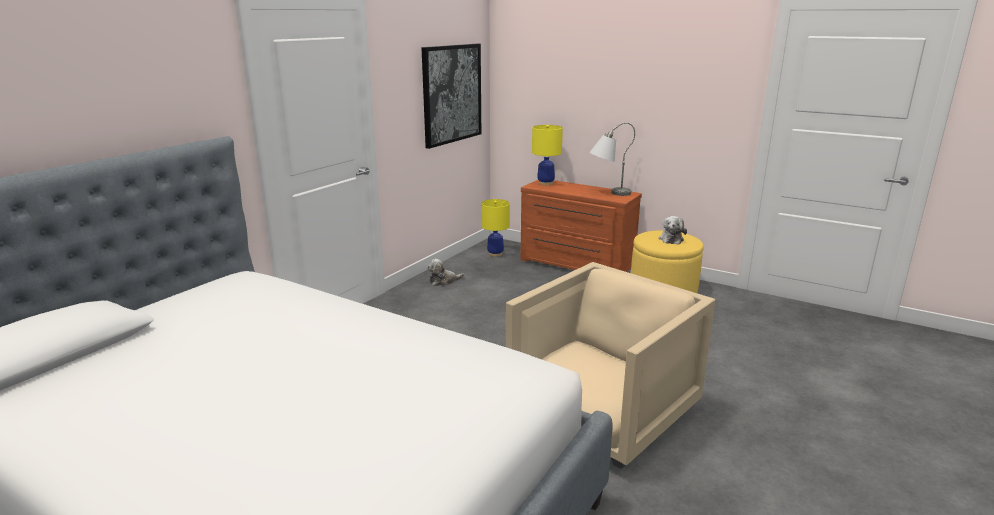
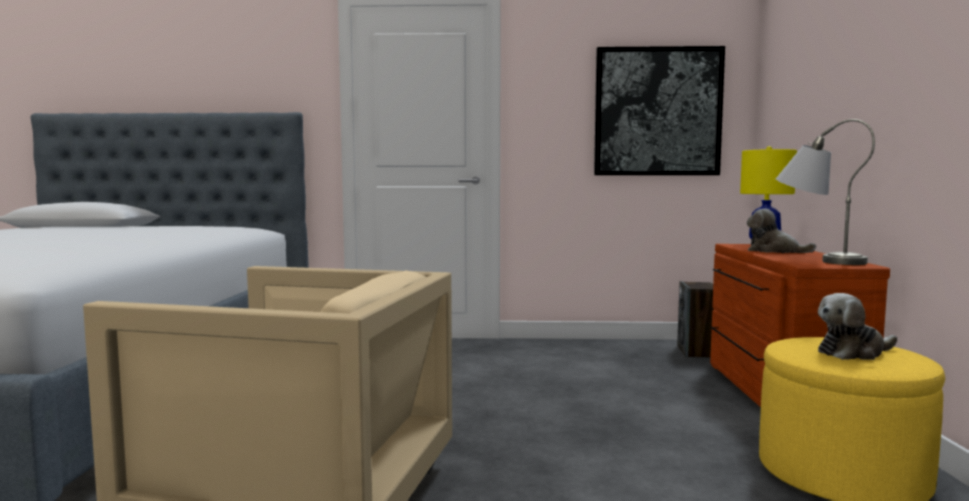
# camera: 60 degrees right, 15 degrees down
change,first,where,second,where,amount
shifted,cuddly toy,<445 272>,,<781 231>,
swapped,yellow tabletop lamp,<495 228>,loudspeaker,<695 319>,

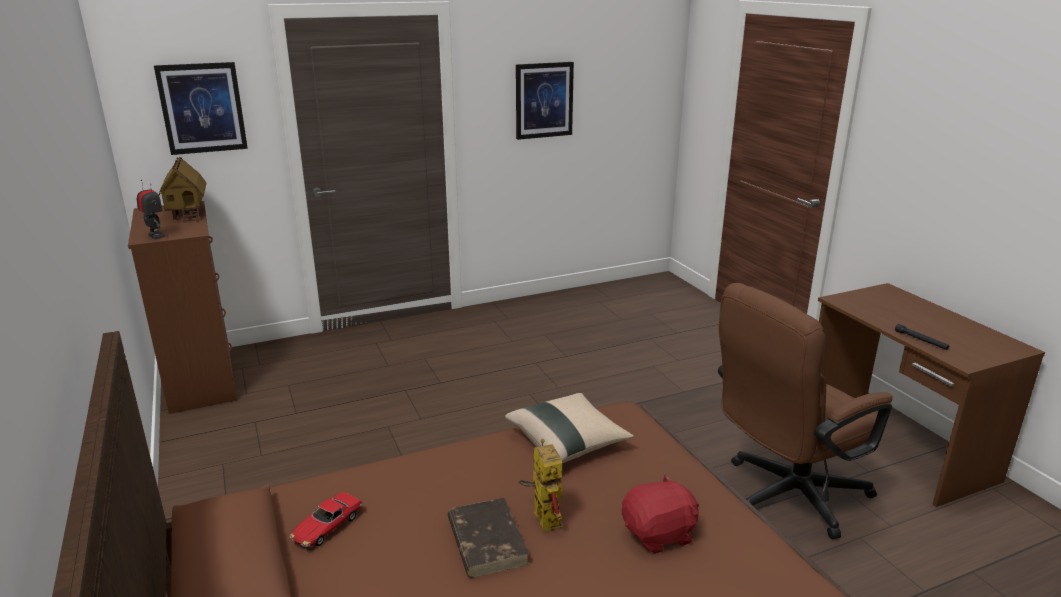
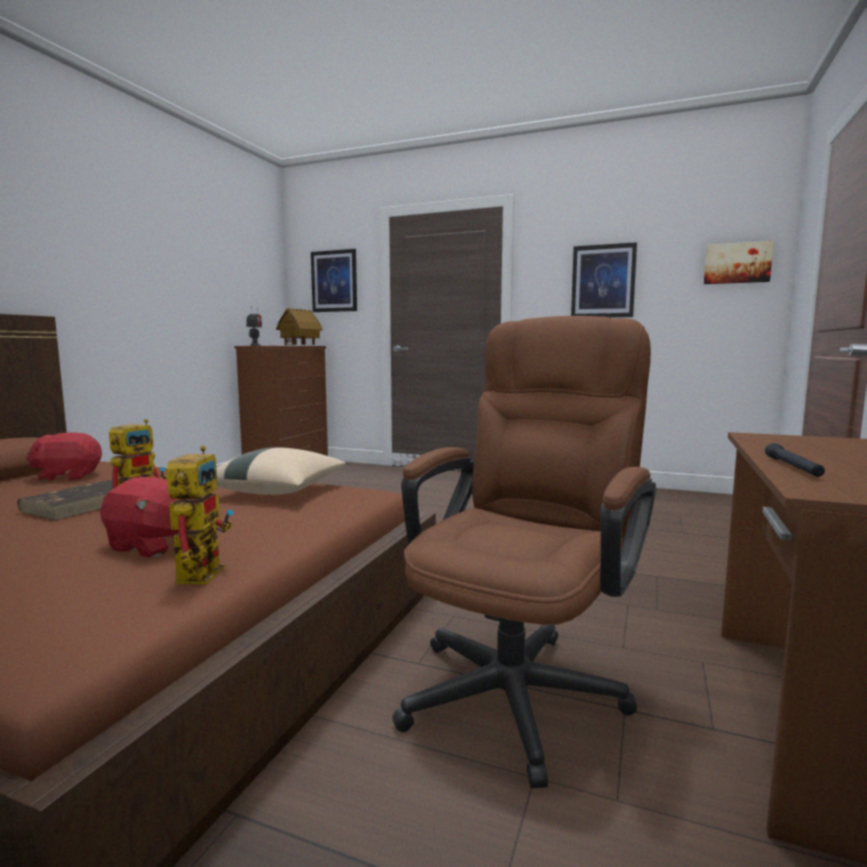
# camera: 45 degrees right, 15 degrees down
change,first,where,second,where,amount
swapped,model car,<326 519>,reddish cuddly toy,<64 456>,
rotated,brown-coloured desk chair,<805 411>,,<524 552>,105 degrees clockwise
new,,,robot figure,<200 515>,
new,,,wall picture,<739 262>,

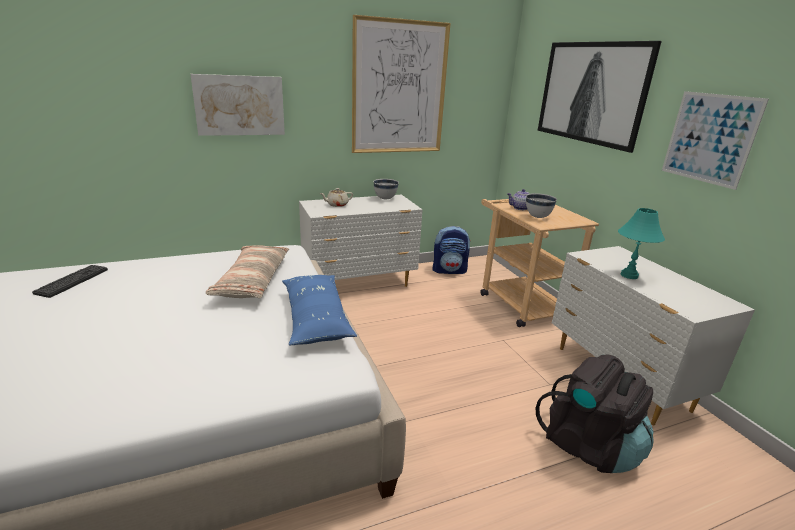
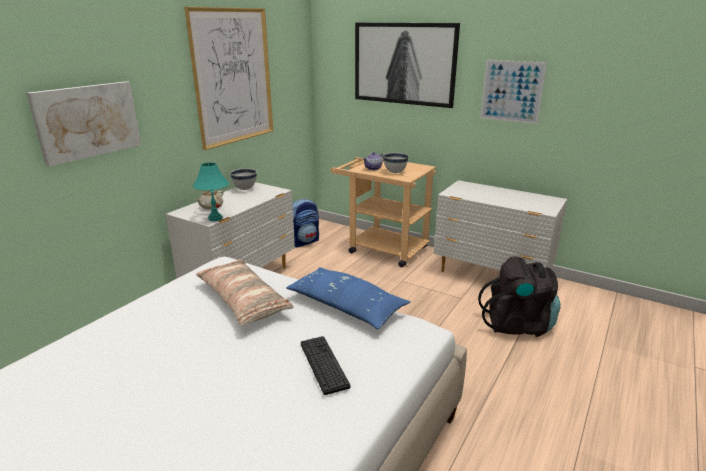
# camera: 35 degrees left, 0 degrees up
change,first,where,second,where,amount
shifted,computer keyboard,<70 281>,,<325 365>,
shifted,turquoise-coloured tabletop lamp,<641 243>,,<211 192>,

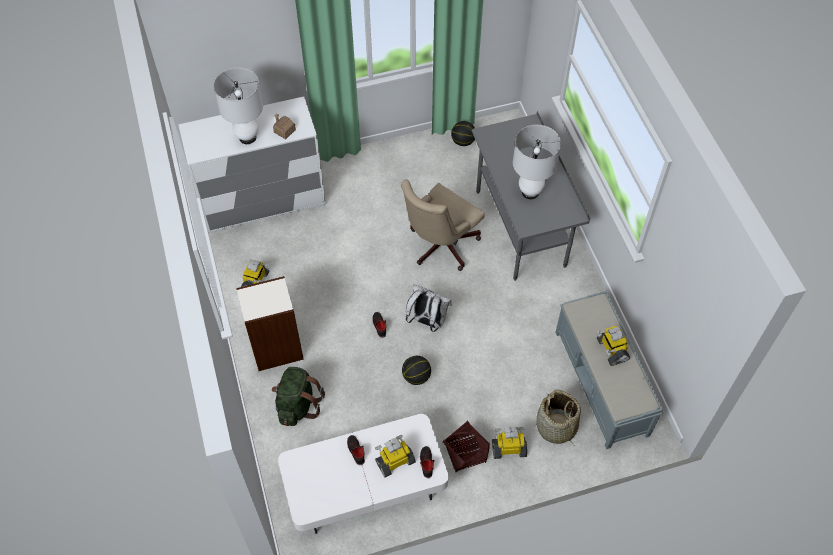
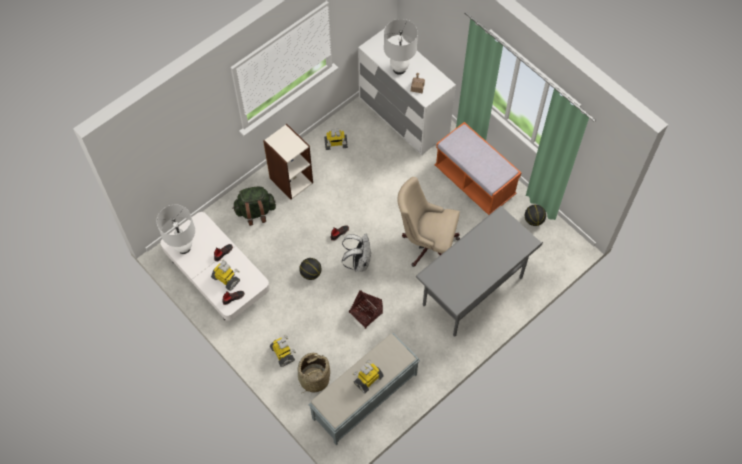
# camera: 65 degrees right, 5 degrees up
change,first,where,second,where,amount
shifted,household basket,<466 447>,,<366 309>,
shifted,white-coloured tabletop lamp,<537 162>,,<175 229>,
new,,,orange-coloured indoor bench,<478 168>,

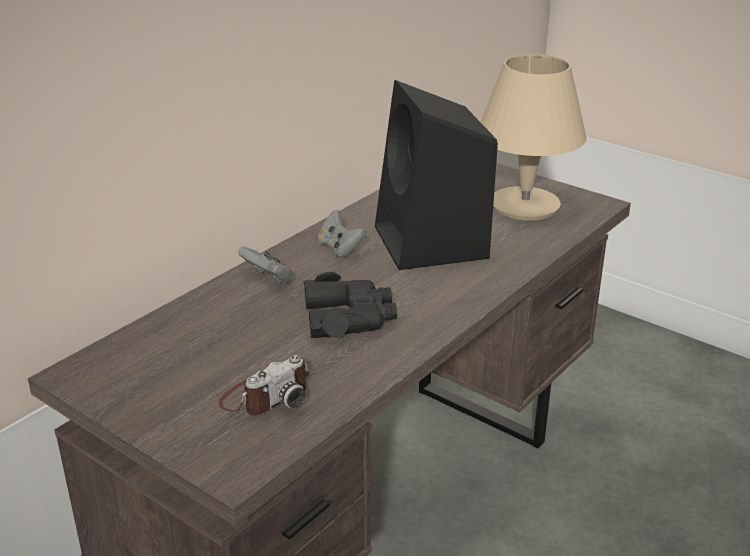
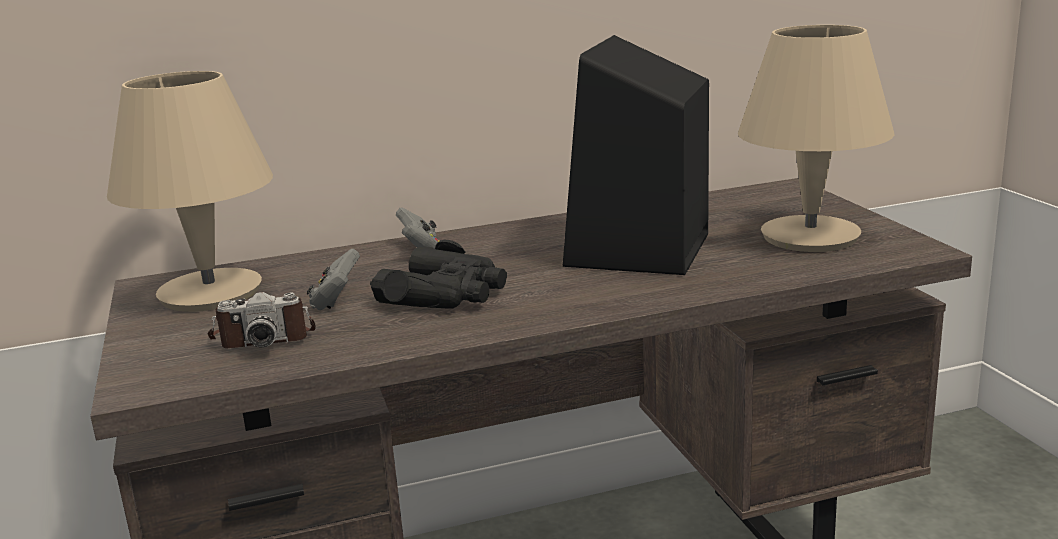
# camera: 35 degrees right, 10 degrees down
change,first,where,second,where,amount
shifted,greyish gamepad,<342 234>,,<333 279>,
new,,,sand-coloured tabletop lamp,<190 191>,

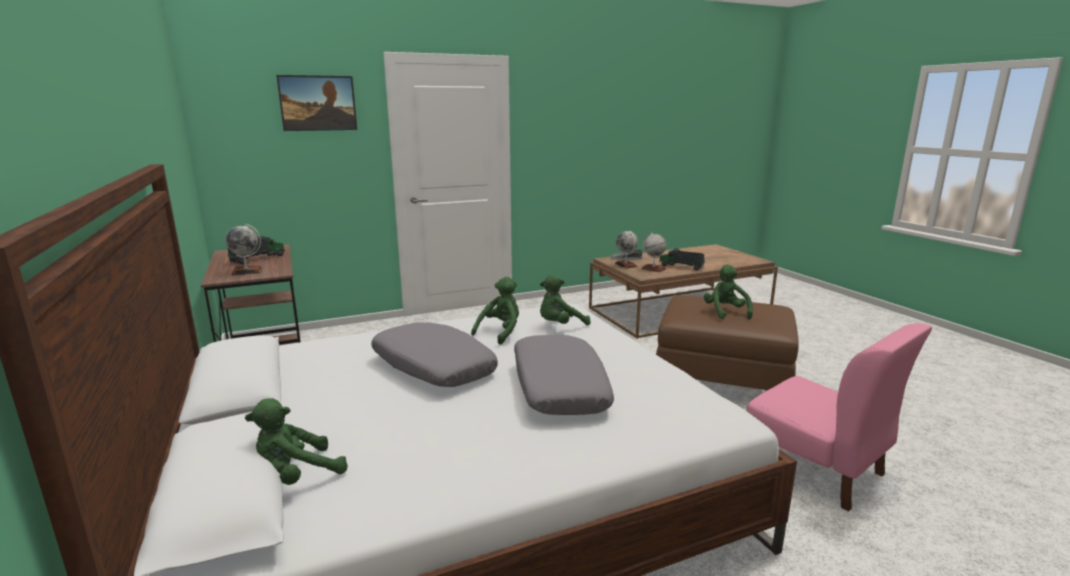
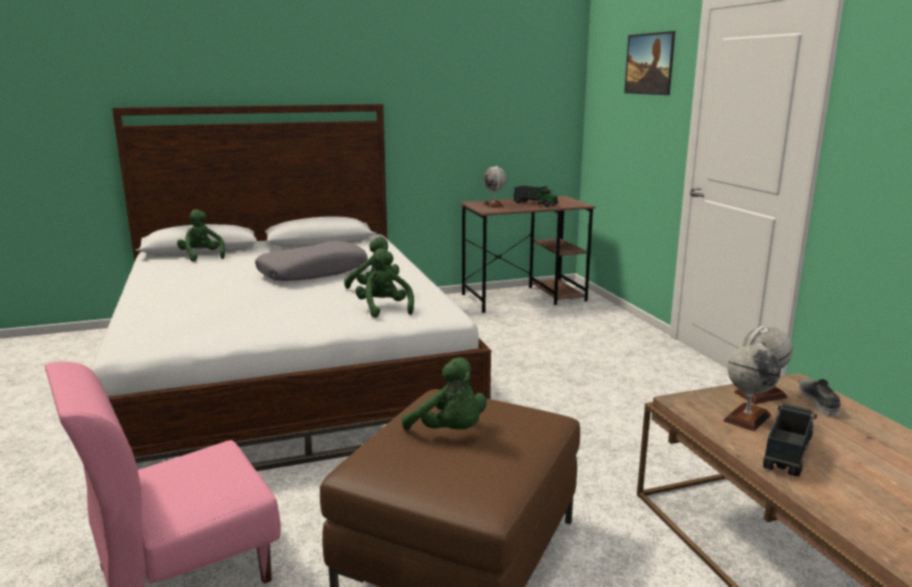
# camera: 95 degrees right, 0 degrees up
change,first,where,second,where,amount
gone,greyish cushion,<564 375>,,,
rotated,green cuddly toy,<728 291>,,<444 393>,45 degrees clockwise

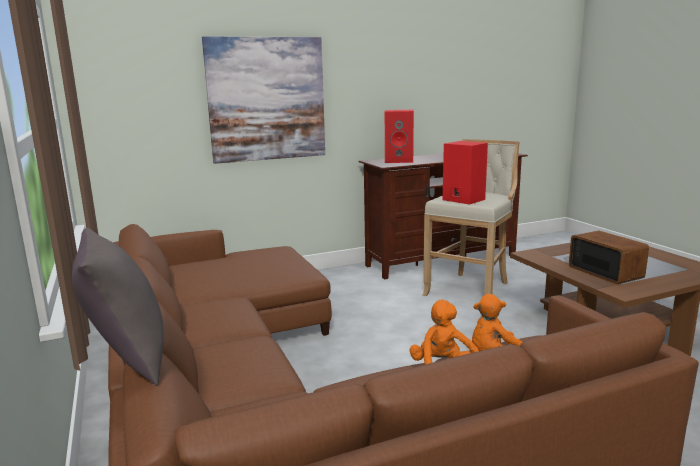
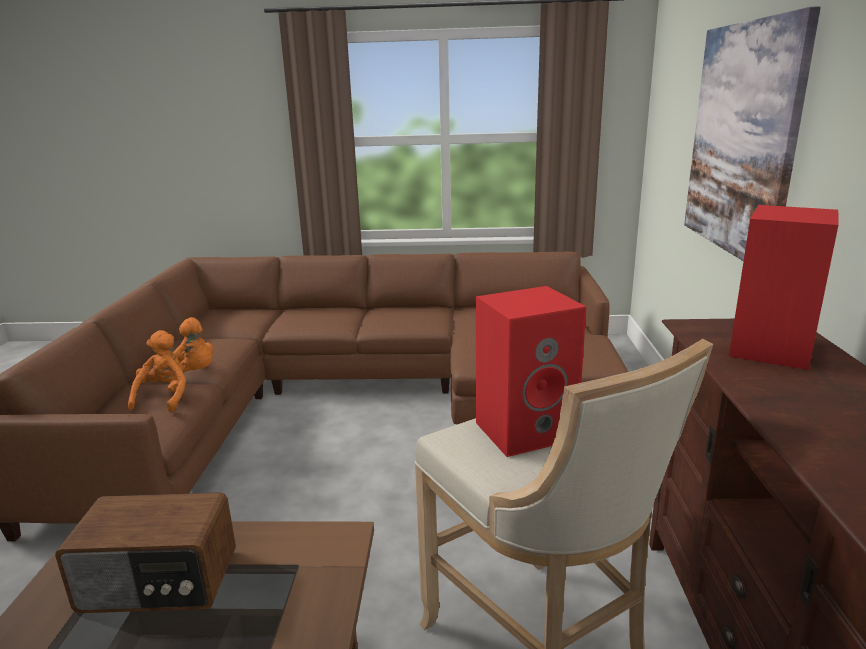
# camera: 115 degrees right, 5 degrees up
change,first,where,second,where,amount
gone,greyish cushion,<118 307>,,,

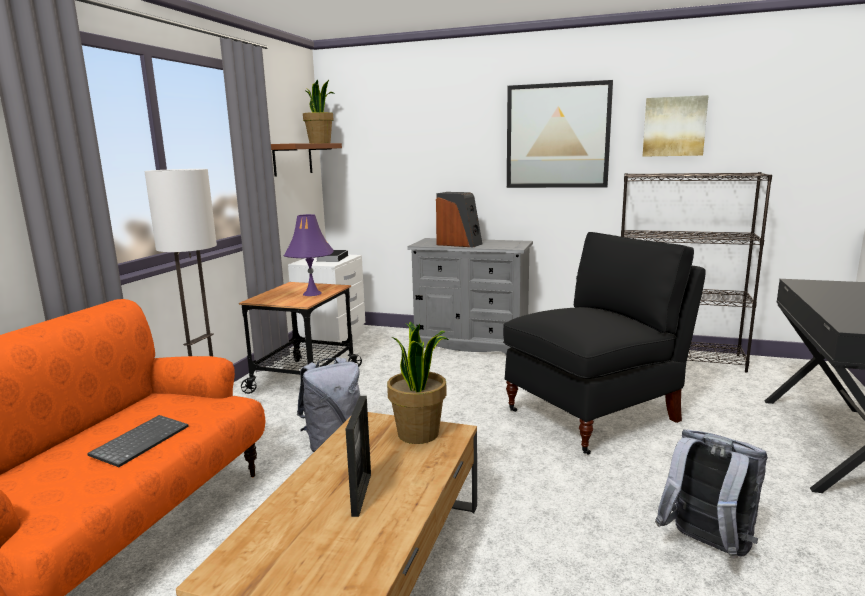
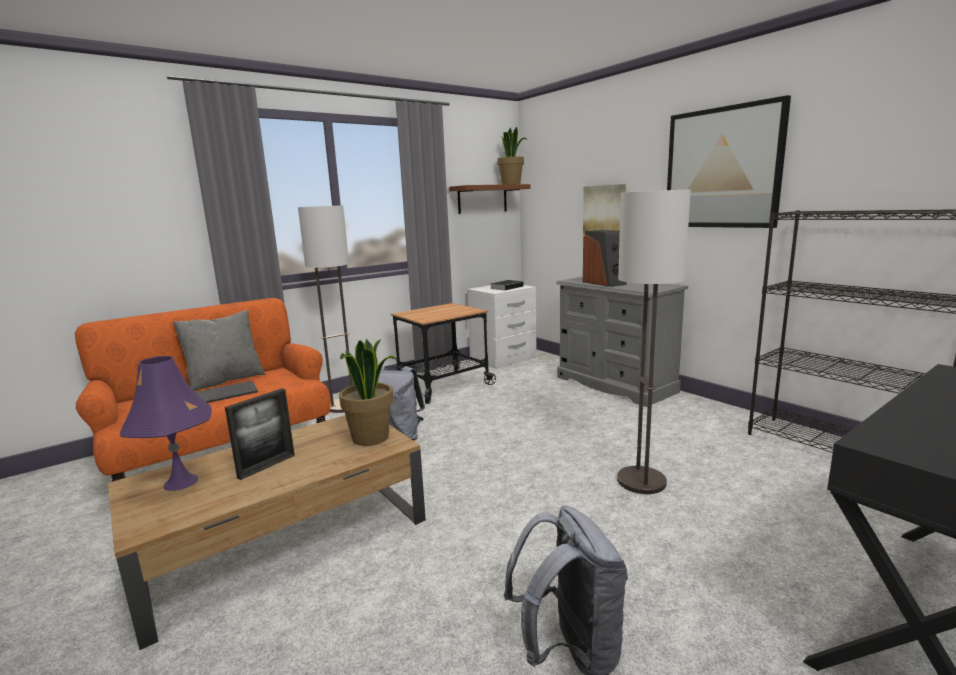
# camera: 35 degrees right, 0 degrees up
change,first,where,second,where,amount
shifted,purple tabletop lamp,<309 255>,,<166 423>,
swapped,black-coloured upright chair,<604 343>,standard lamp,<654 342>,
shifted,wall picture,<676 126>,,<604 209>,
new,,,greyish cushion,<219 350>,

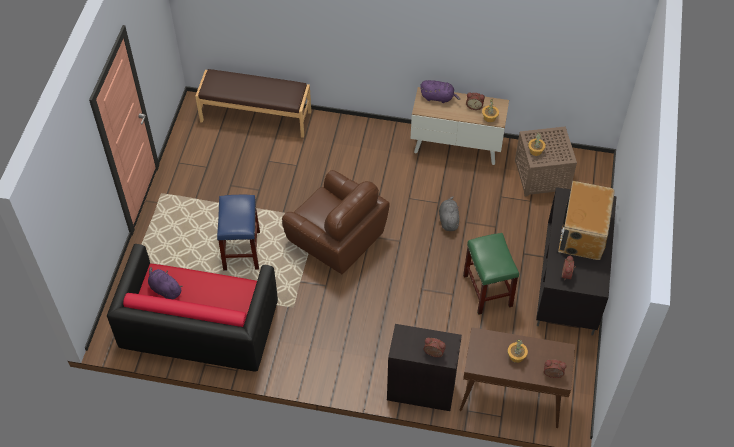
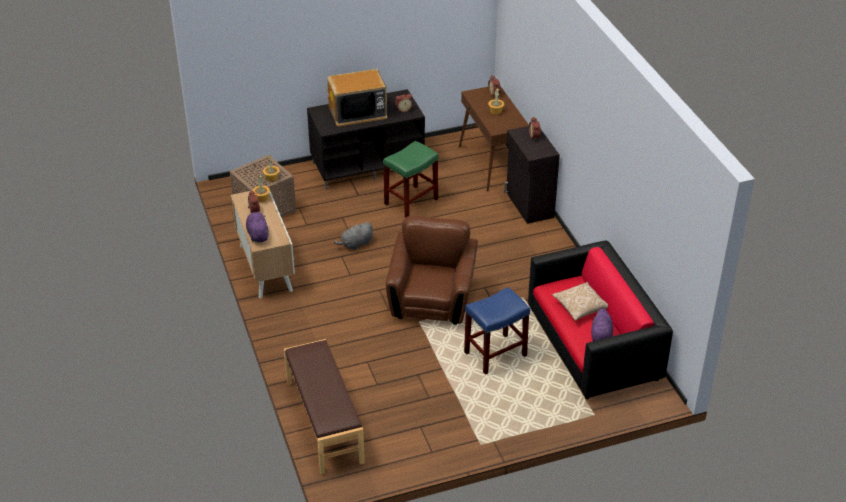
# camera: 120 degrees left, 15 degrees down
change,first,where,second,where,amount
new,,,cushion,<580 301>,

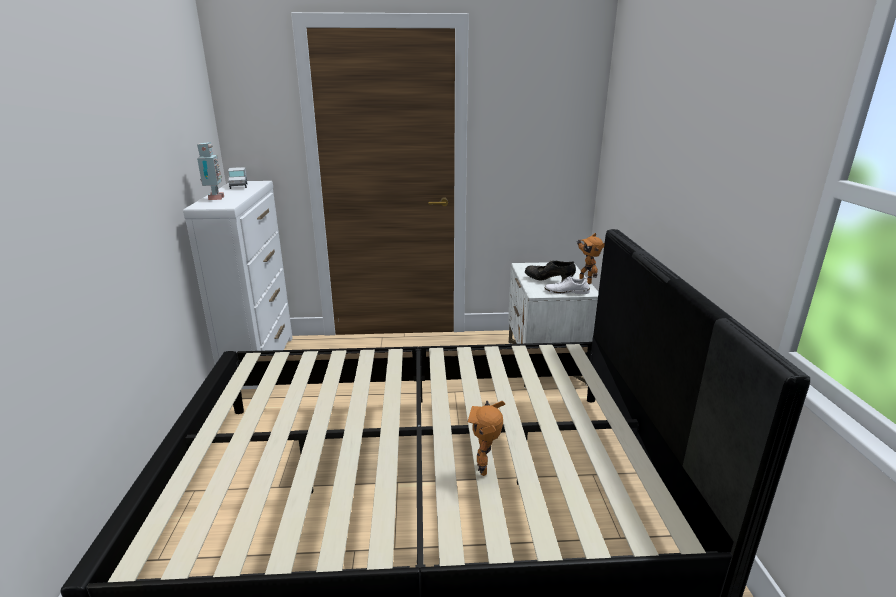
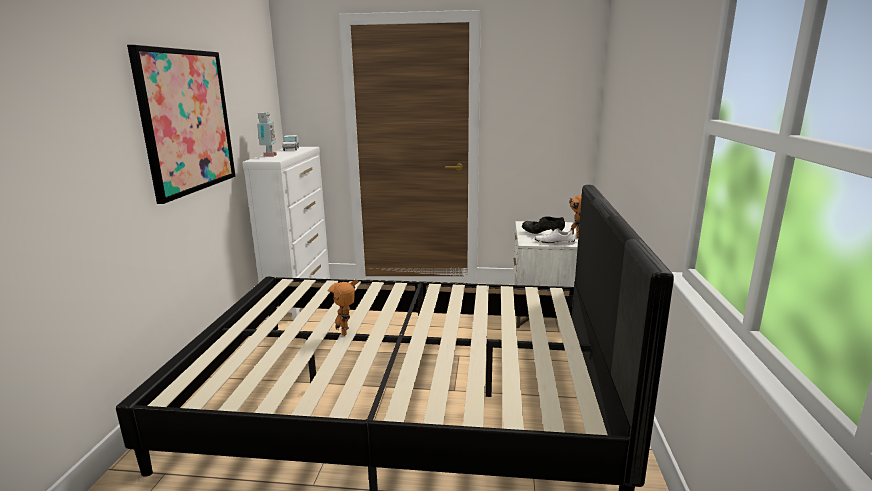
# camera: 10 degrees right, 5 degrees down
change,first,where,second,where,amount
shifted,robot figure,<486 438>,,<343 307>,
new,,,wall picture,<181 124>,

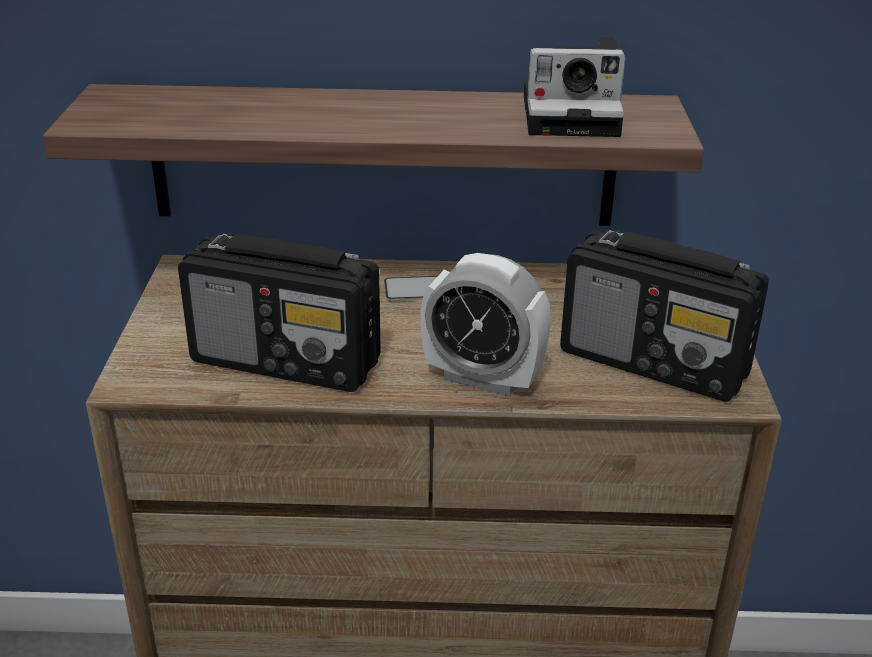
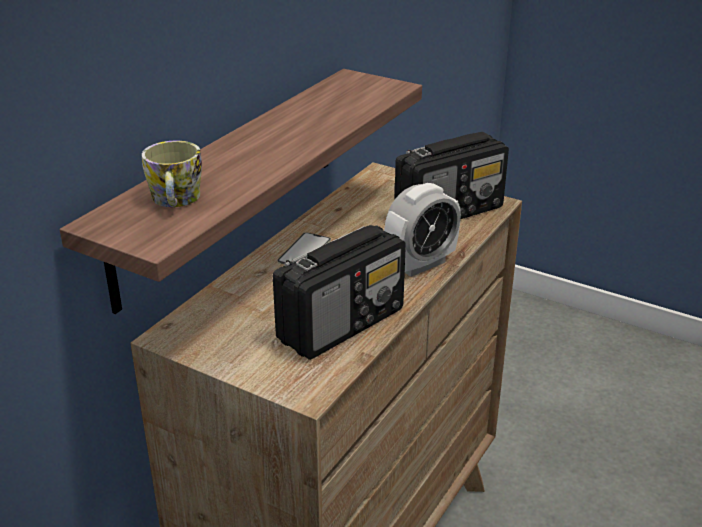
# camera: 60 degrees left, 0 degrees up
change,first,where,second,where,amount
gone,still camera,<574 87>,,,
new,,,coffee mug,<172 174>,

